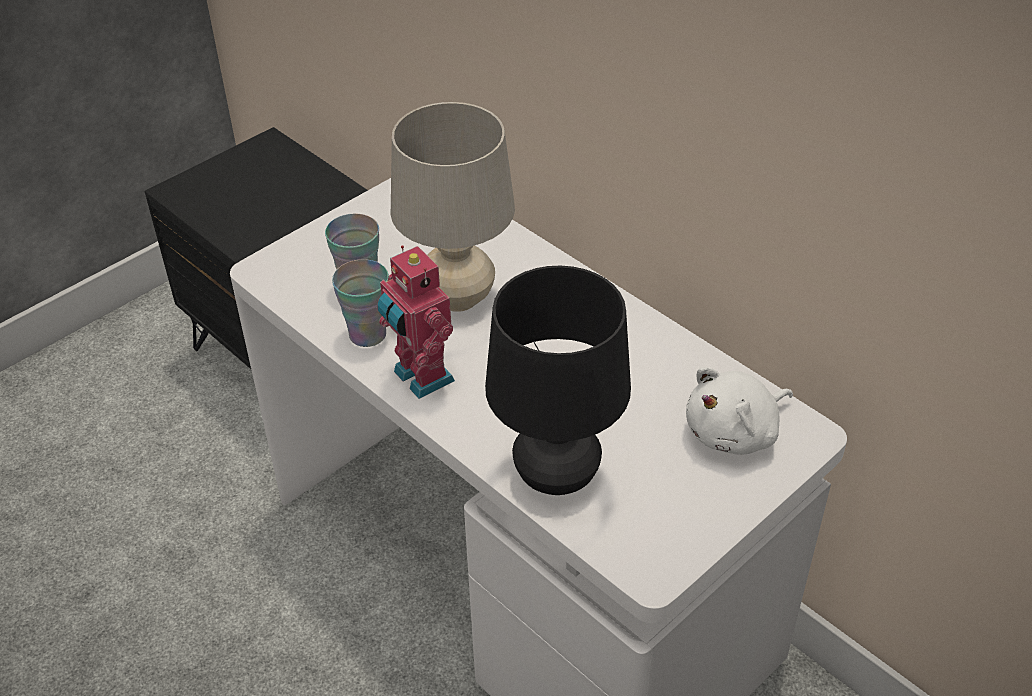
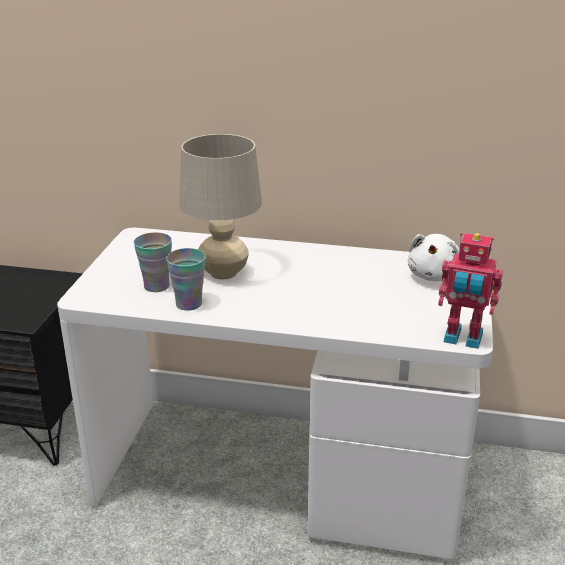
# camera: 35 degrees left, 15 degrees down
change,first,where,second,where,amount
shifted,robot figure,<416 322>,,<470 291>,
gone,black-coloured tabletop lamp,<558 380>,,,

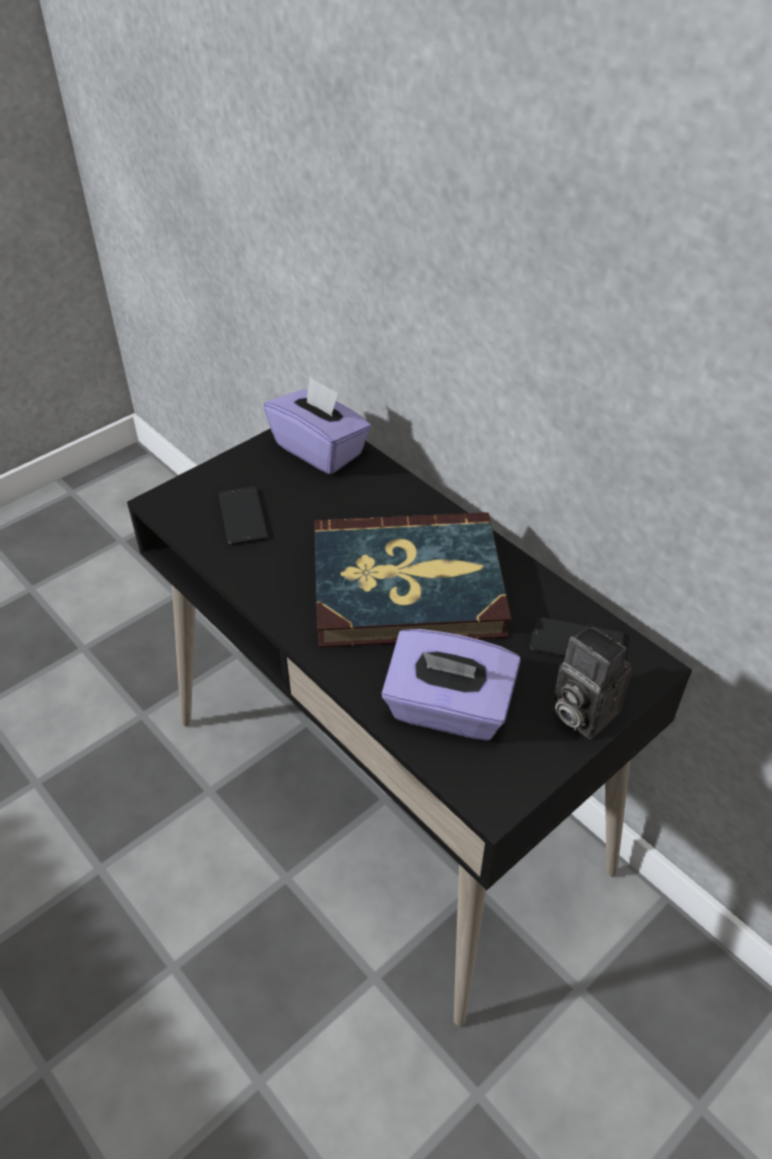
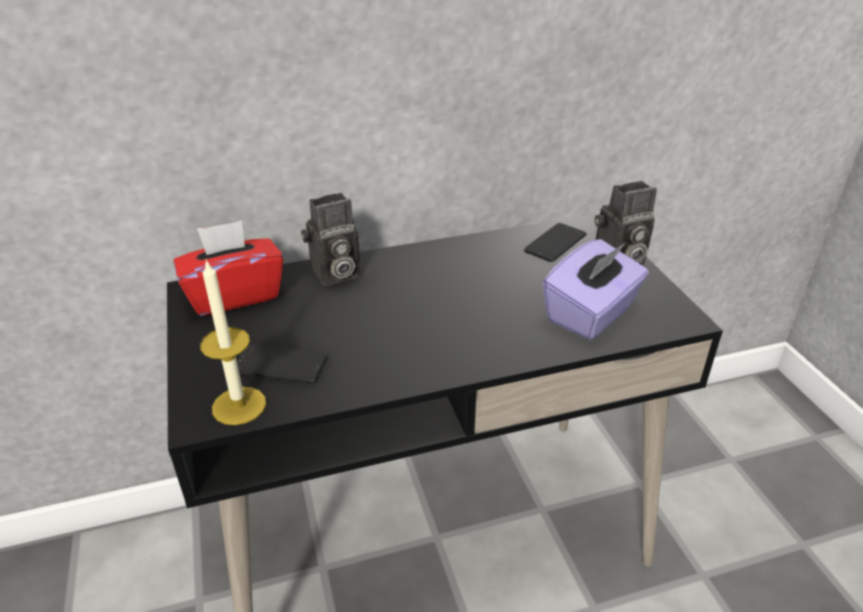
# camera: 65 degrees left, 10 degrees down
change,first,where,second,where,amount
repainted,purple tissue holder,<318 425>,reddish tissue holder,<229 268>,
gone,bound book,<412 580>,,,
new,,,wax light,<233 342>,
new,,,still camera,<330 240>,

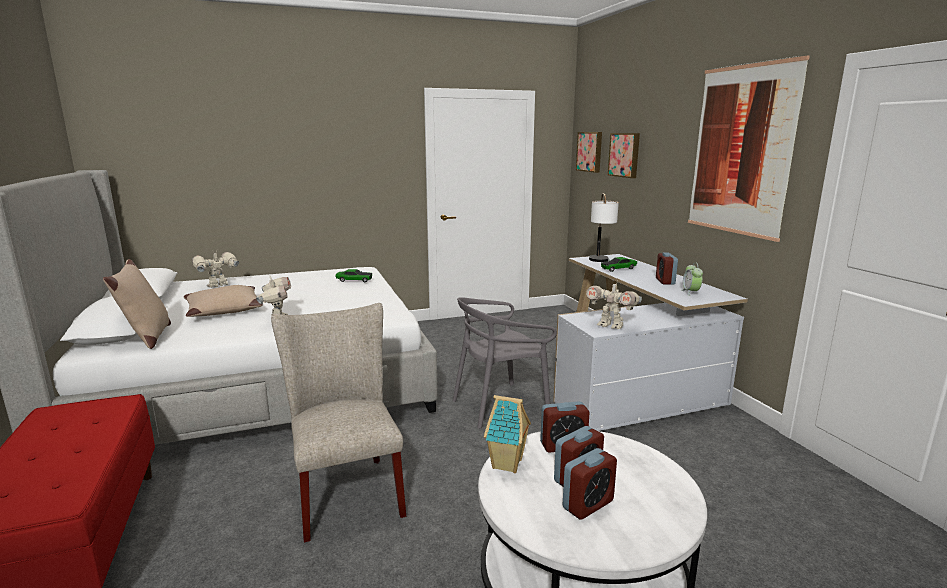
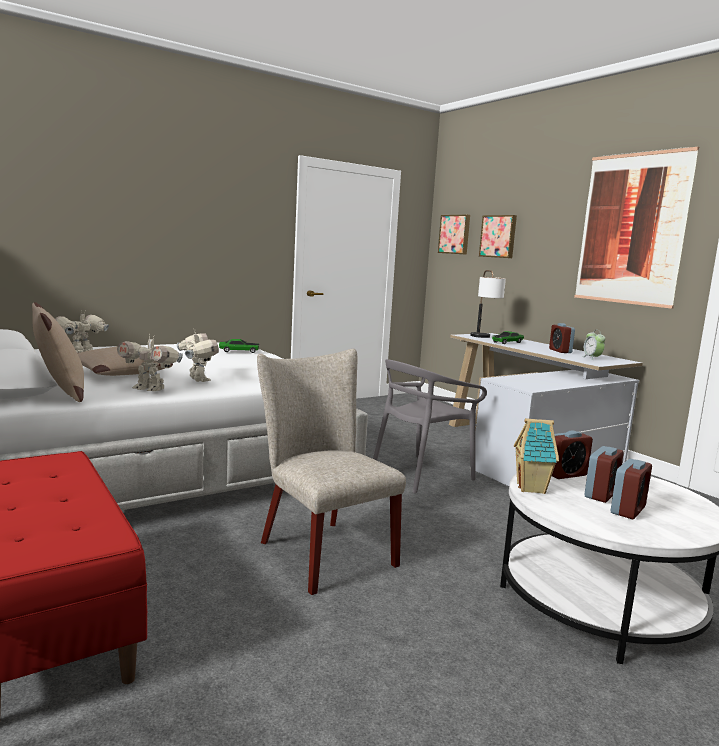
# camera: 15 degrees left, 5 degrees down
change,first,where,second,where,amount
shifted,robot figure,<614 305>,,<150 362>,

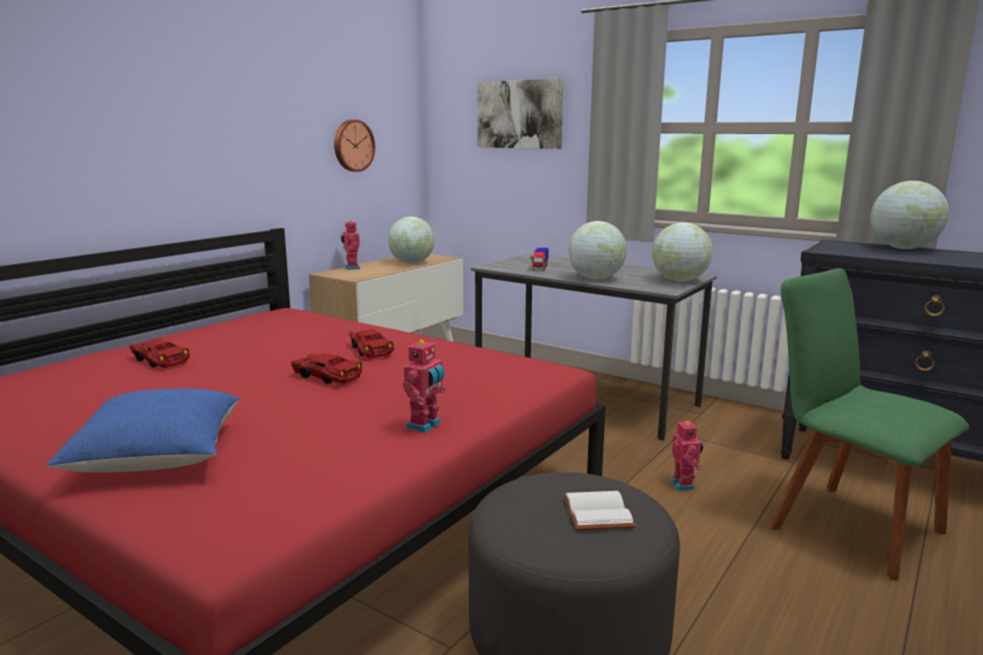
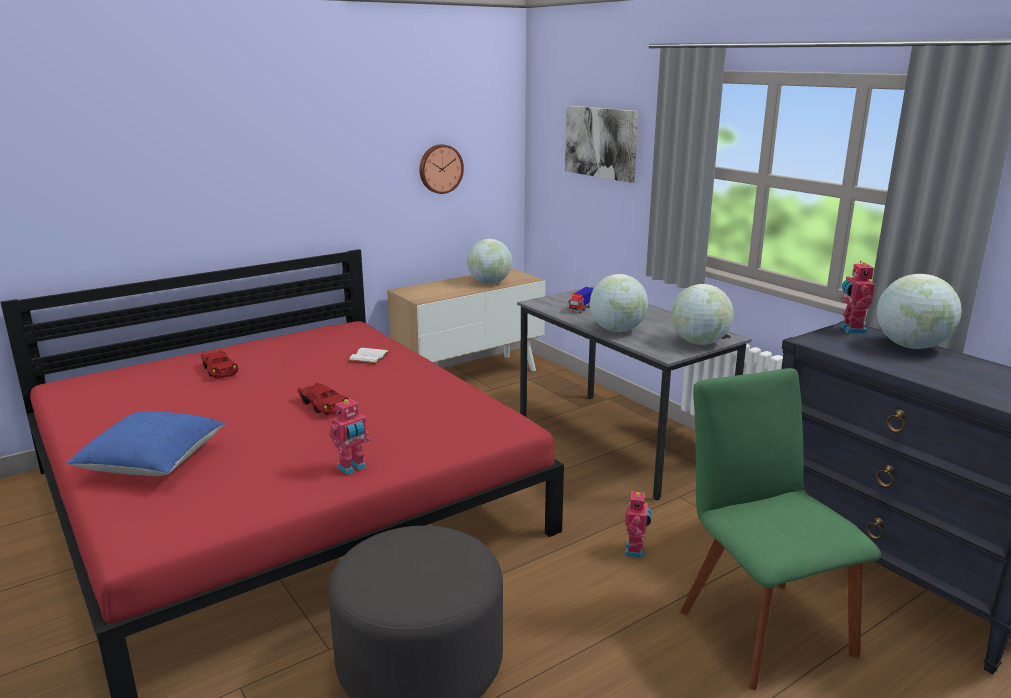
# camera: 20 degrees right, 5 degrees up
change,first,where,second,where,amount
shifted,robot figure,<350 245>,,<857 297>,
gone,reddish model car,<371 343>,,,
shifted,white-coloured bound book,<599 510>,,<369 356>,

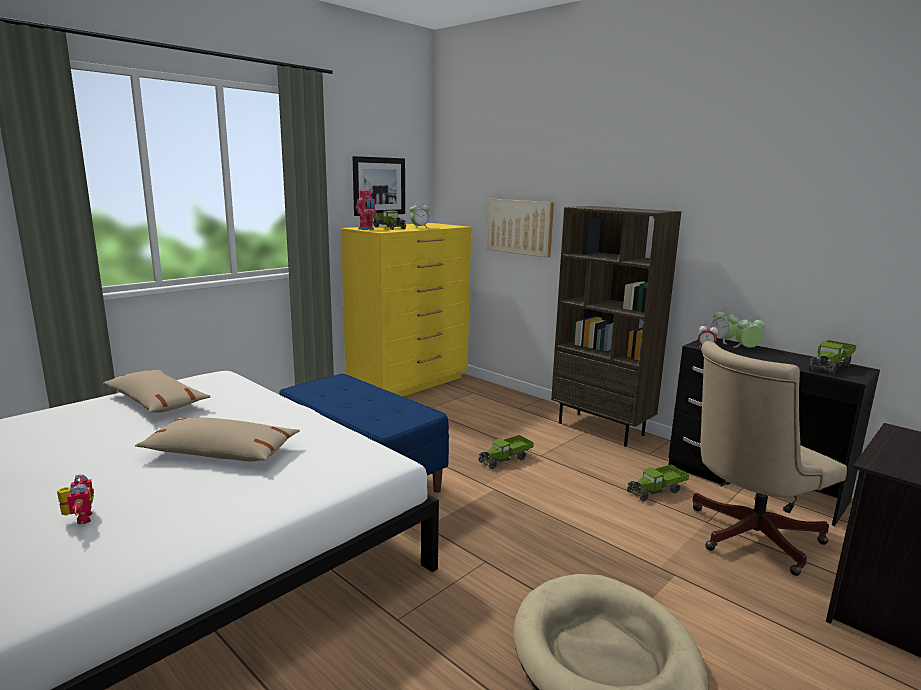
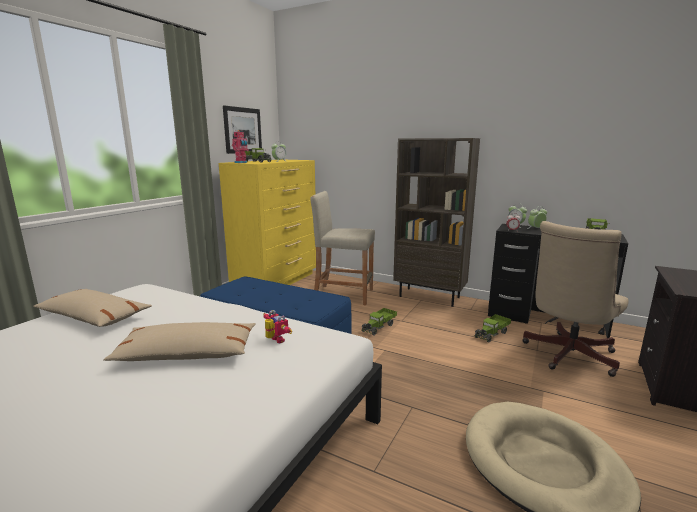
# camera: 15 degrees left, 0 degrees up
change,first,where,second,where,amount
shifted,robot figure,<75 500>,,<277 326>,
gone,wall picture,<520 228>,,,
new,,,sand-coloured sitting stool,<342 248>,

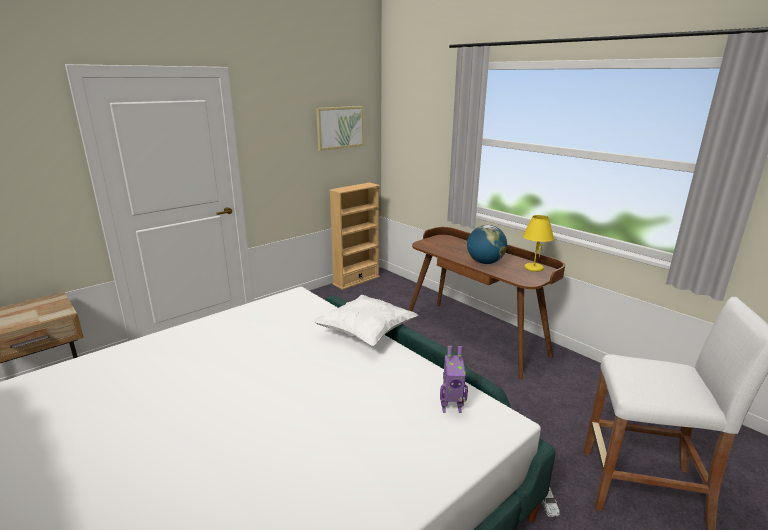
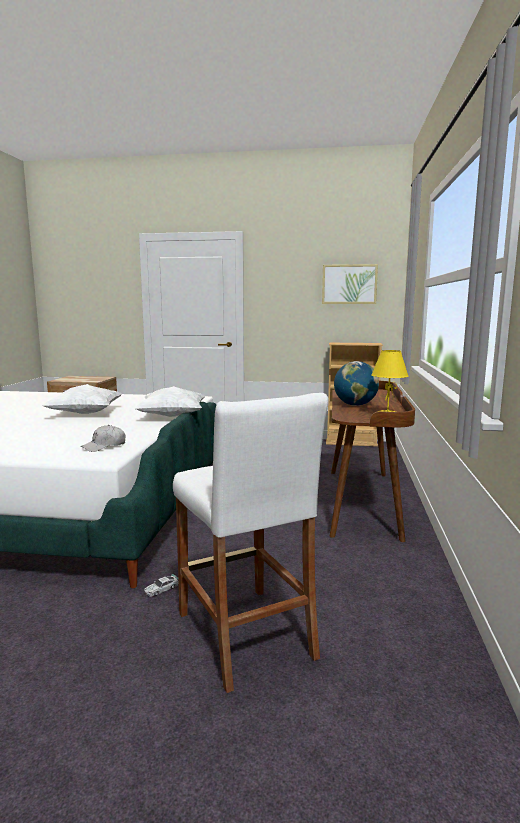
# camera: 50 degrees right, 10 degrees down
change,first,where,second,where,amount
swapped,robot figure,<454 379>,white-coloured baseball cap,<103 438>,
new,,,white-coloured cushion,<82 399>,

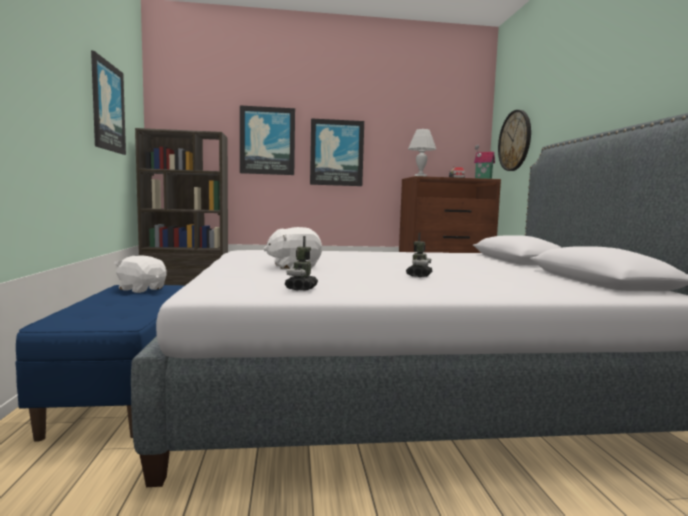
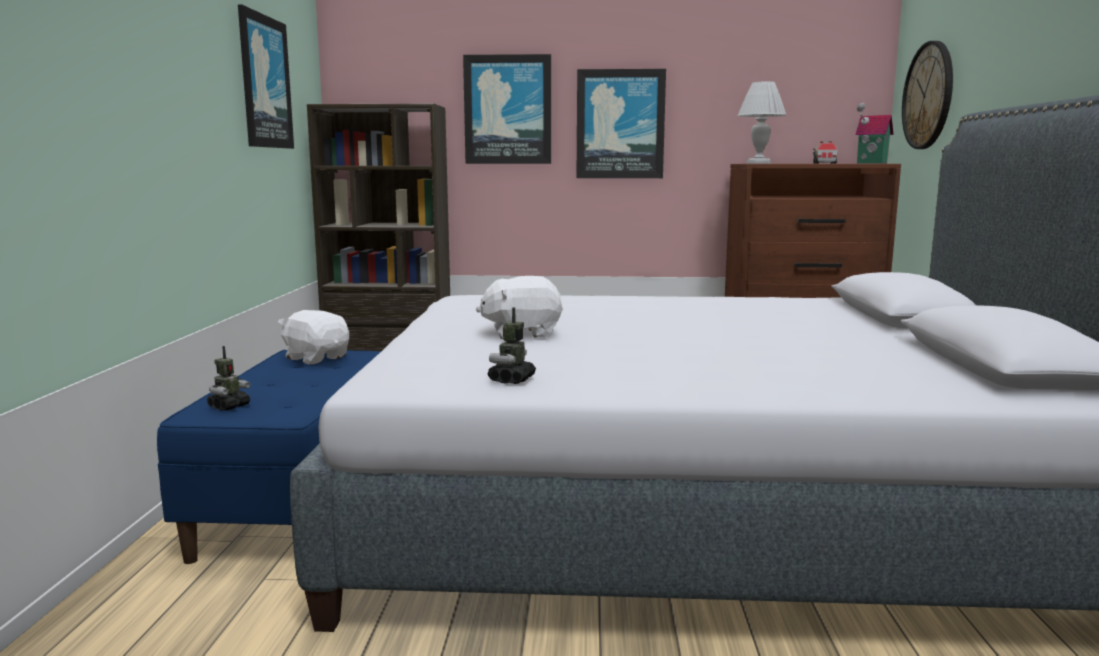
# camera: 10 degrees right, 5 degrees up
change,first,where,second,where,amount
shifted,robot figure,<419 254>,,<228 378>,

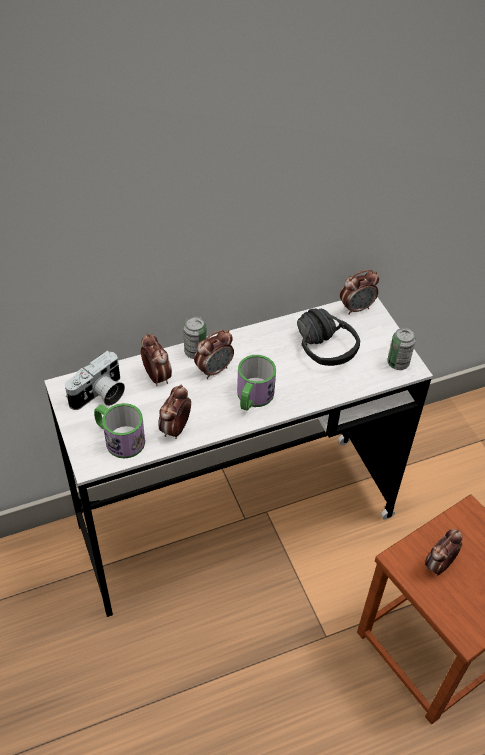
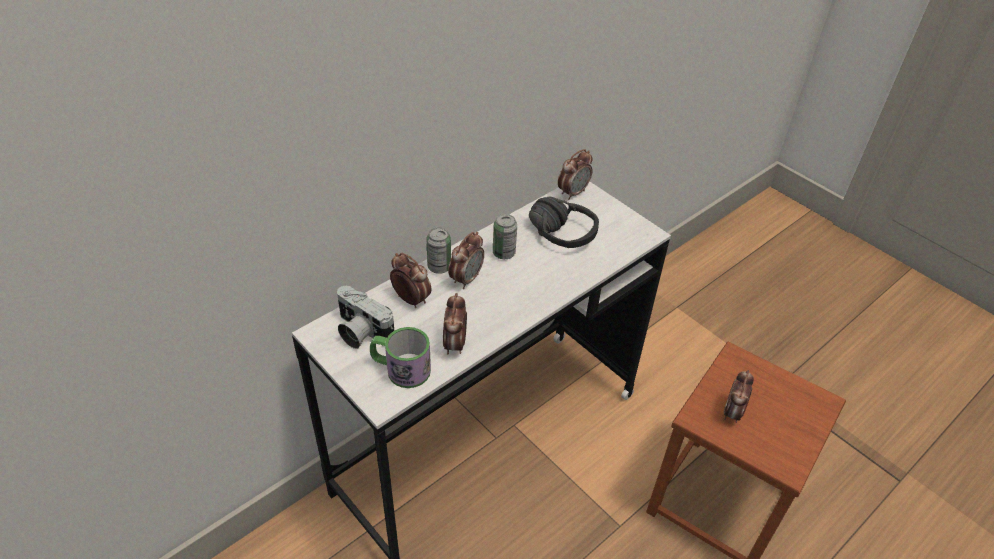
# camera: 20 degrees left, 5 degrees down
change,first,where,second,where,amount
rotated,still camera,<95 380>,,<365 317>,105 degrees clockwise
gone,coffee mug,<256 383>,,,
shifted,metal can,<401 349>,,<505 236>,

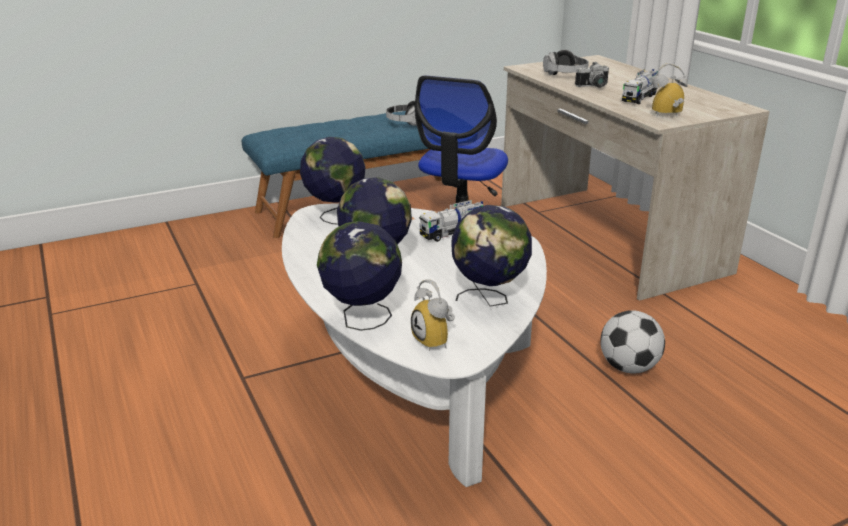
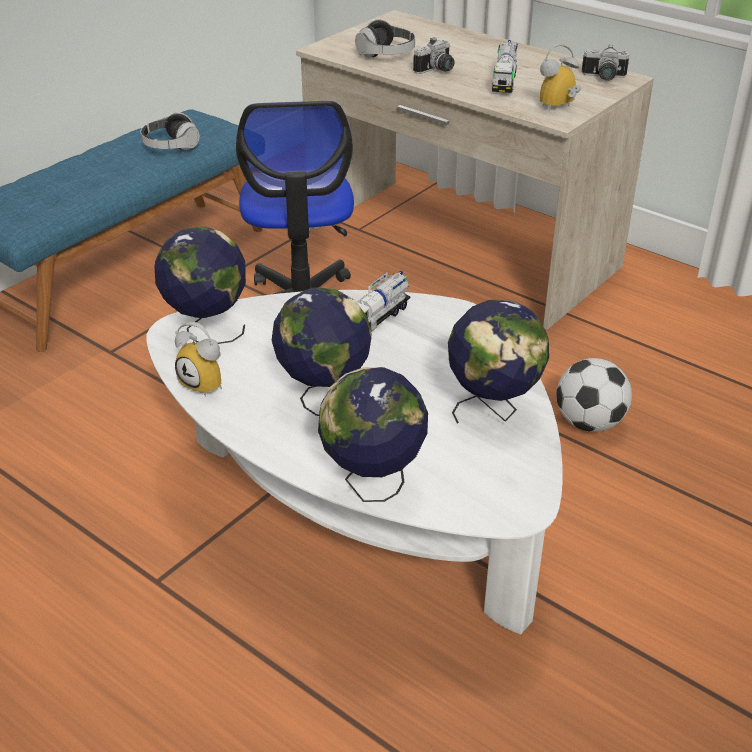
# camera: 25 degrees left, 10 degrees up
change,first,where,second,where,amount
shifted,alarm clock,<433 315>,,<198 359>,
new,,,still camera,<605 62>,

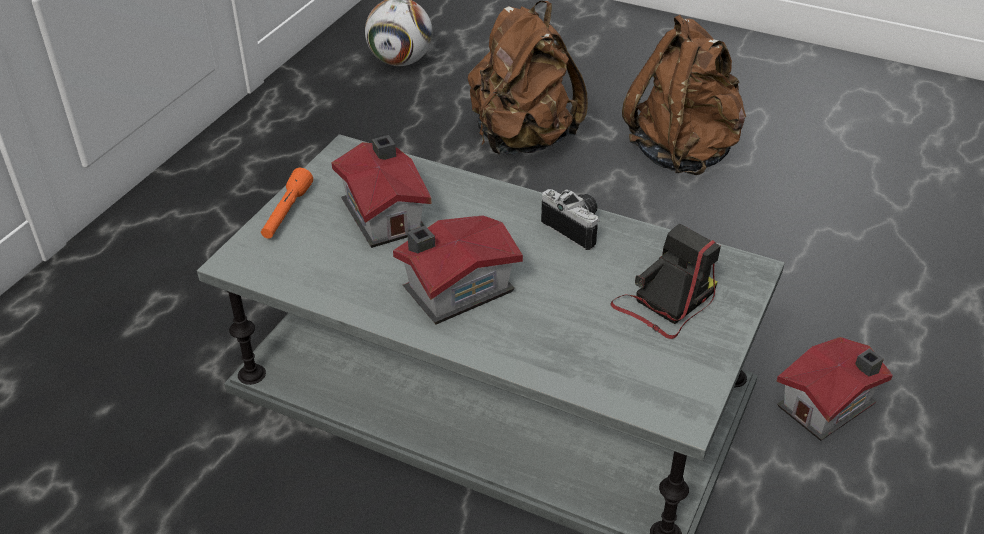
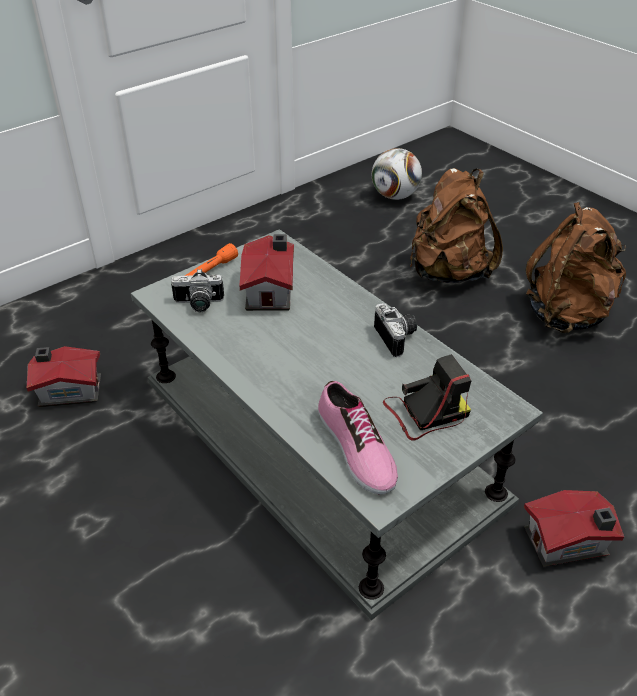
# camera: 25 degrees right, 0 degrees up
change,first,where,second,where,amount
shifted,toy house,<458 269>,,<64 376>,
new,,,still camera,<197 290>,
new,,,shoe,<358 437>,

